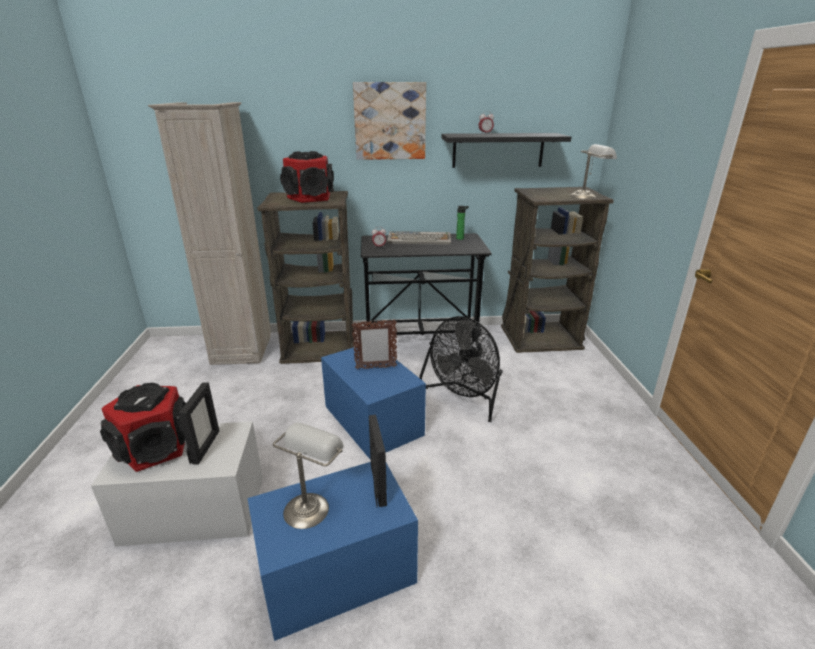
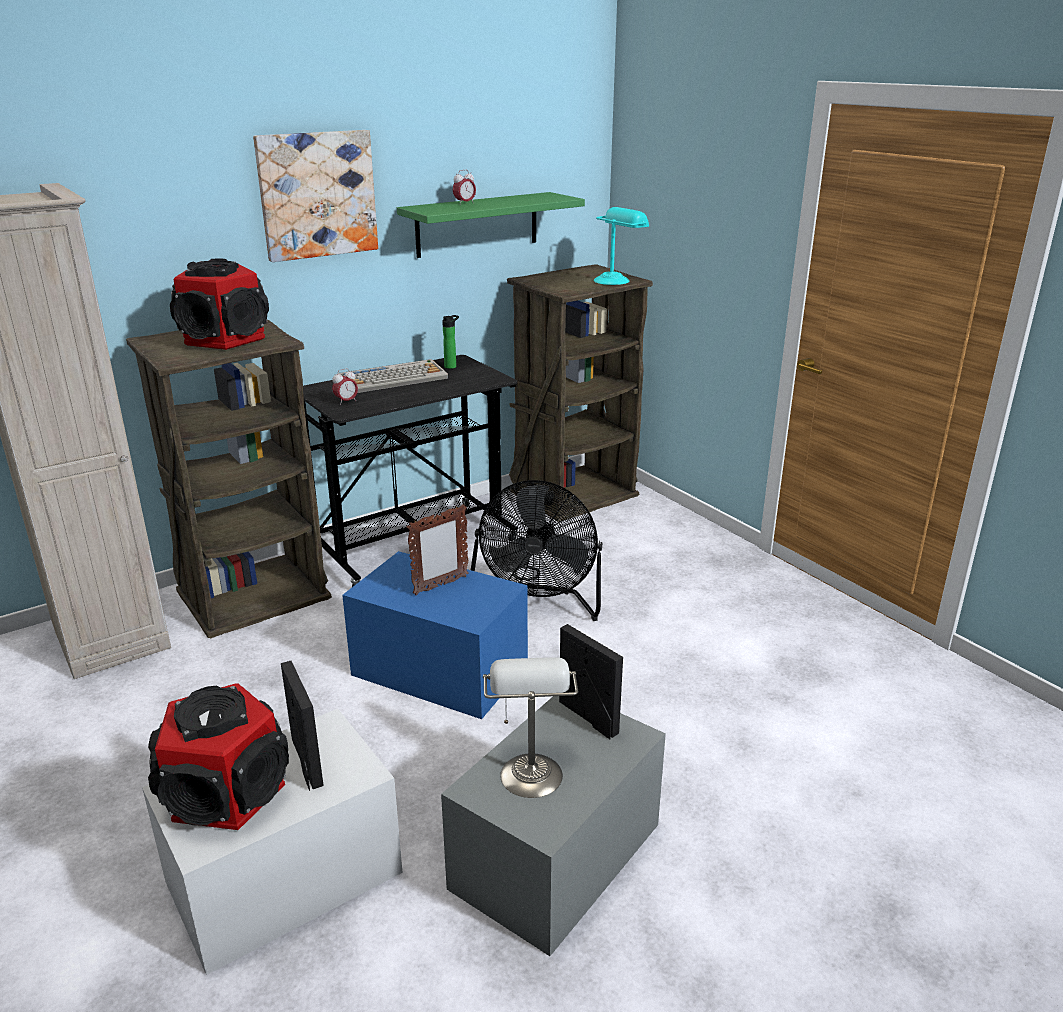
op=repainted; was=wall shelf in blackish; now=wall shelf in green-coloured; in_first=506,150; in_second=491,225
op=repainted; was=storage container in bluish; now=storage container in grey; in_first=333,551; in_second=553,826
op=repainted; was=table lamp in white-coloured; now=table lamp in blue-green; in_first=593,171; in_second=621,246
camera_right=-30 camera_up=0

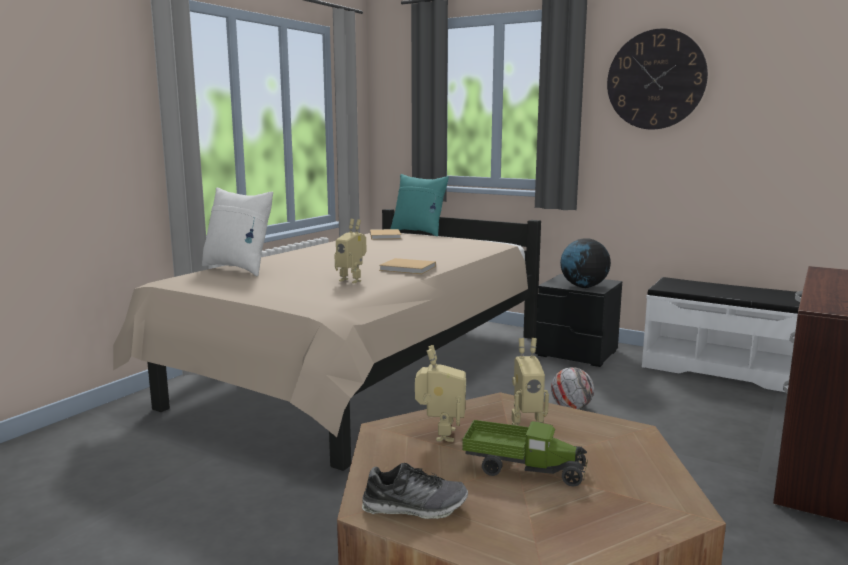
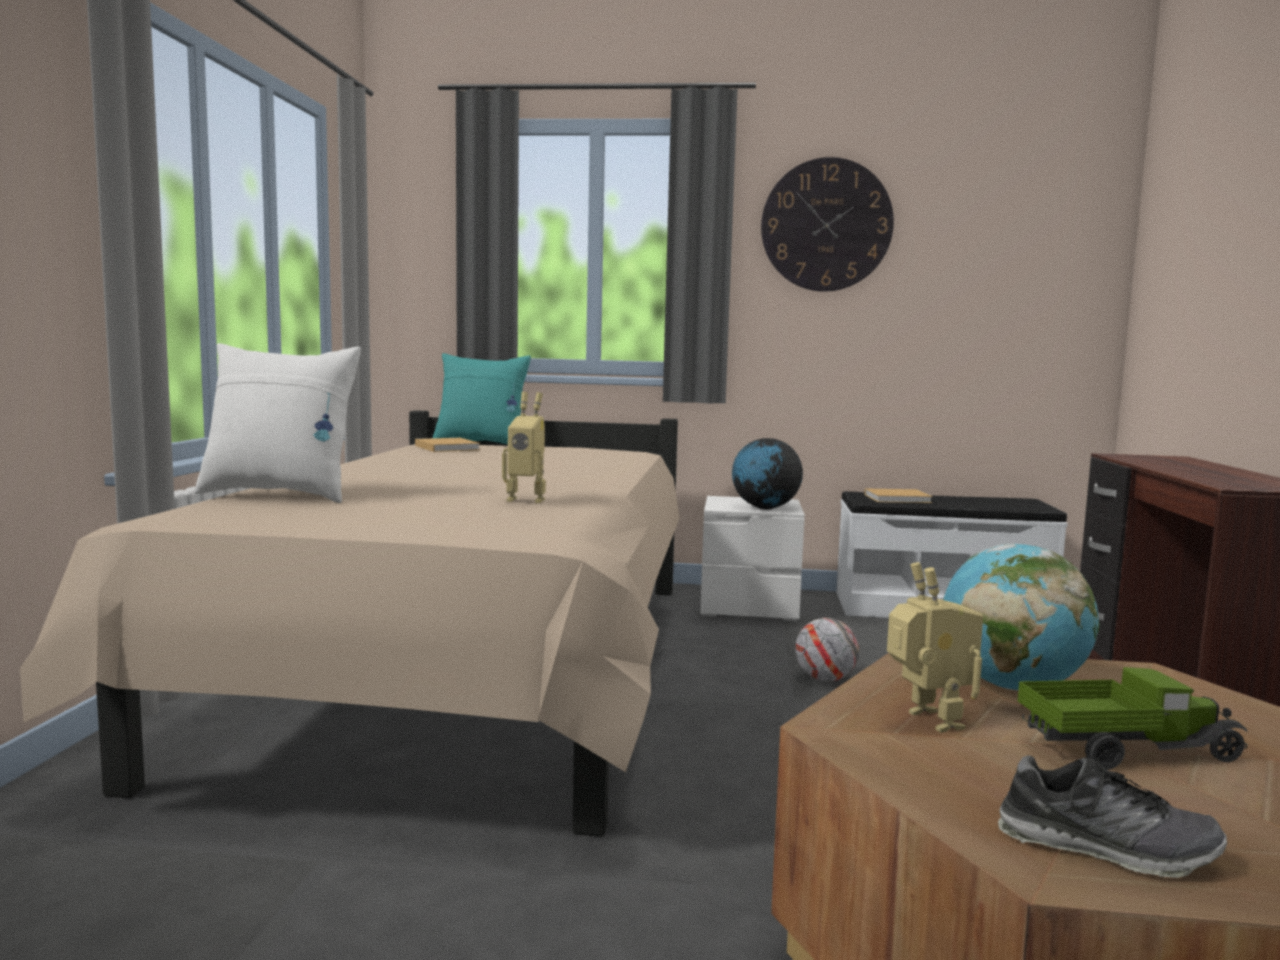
op=repainted; was=nightstand in blackish; now=nightstand in white-coloured; in_first=578,320; in_second=752,558
op=shifted; was=book in beige; in_first=407,266; in_second=898,496
op=swapped; was=toy robot; now=desk globe; in_first=530,382; in_second=1021,617
op=rotated; was=item of footwear; in_first=415,491; in_second=1112,817; clockwise=45
camera_right=-25 camera_up=-5

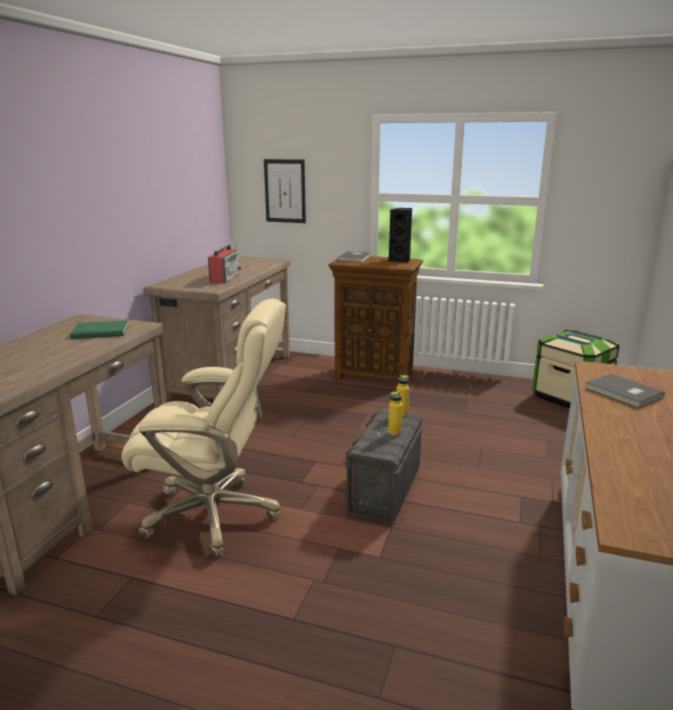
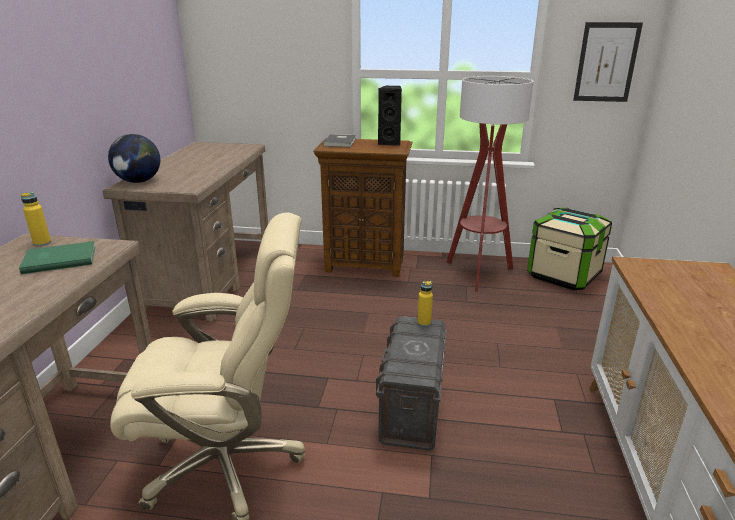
op=shifted; was=bottle in yellowish; in_first=395,413; in_second=36,219
op=new; now=desk globe; in_second=134,158
op=new; now=standing lamp; in_second=490,183
op=shifted; was=wall picture; in_first=285,191; in_second=608,62
op=gone; was=radio receiver; in_first=224,263
op=gone; was=book in grey; in_first=625,390
camera_right=-10 camera_up=5

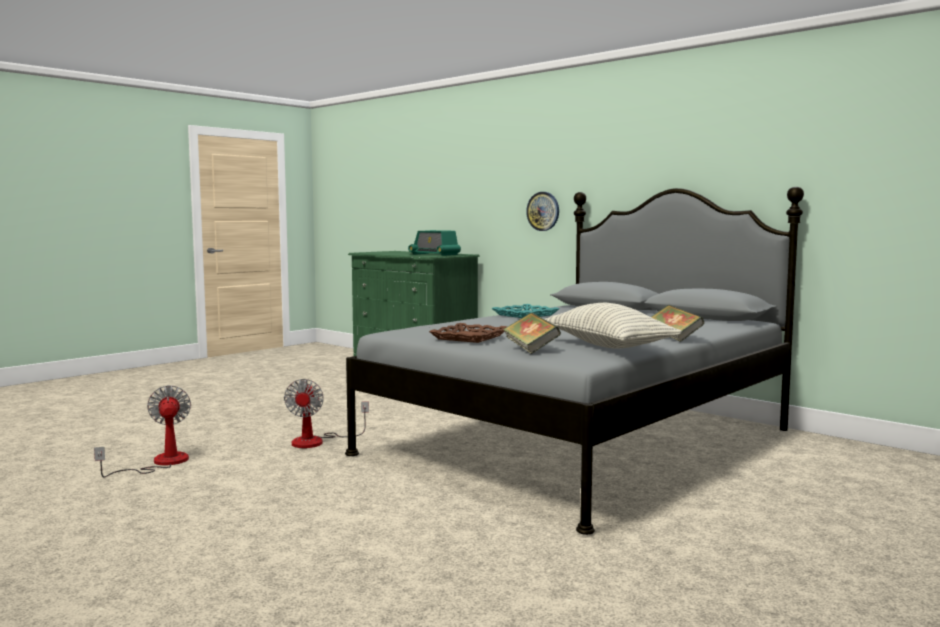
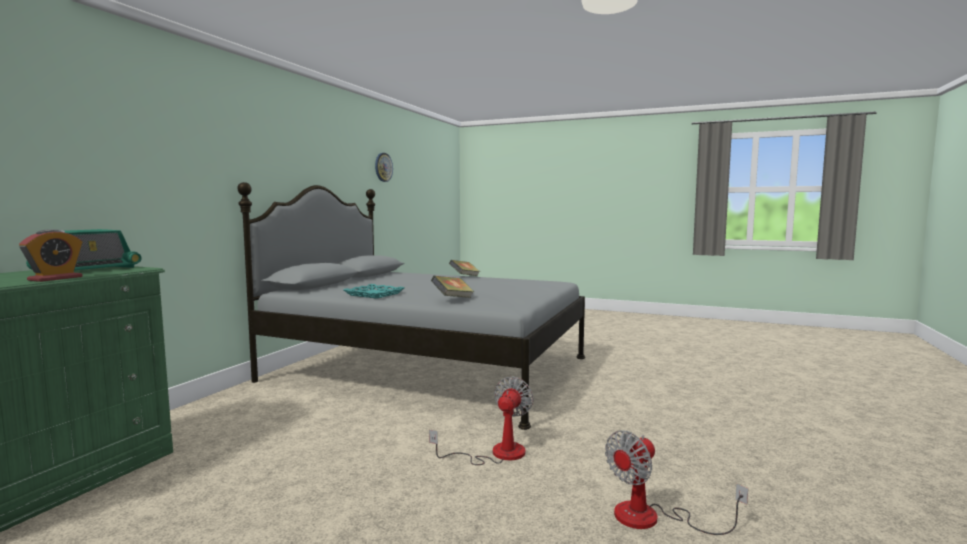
op=new; now=bedside clock; in_second=51,255
op=shifted; was=clock on the wall; in_first=542,211; in_second=384,167
op=rotated; was=cooling fan; in_first=326,413; in_second=481,421; clockwise=-45
op=shifted; was=book; in_first=532,333; in_second=452,287
op=gone; was=serving tray in brownish; in_first=468,333
op=gone; was=cushion; in_first=613,325
camera_right=-110 camera_up=0

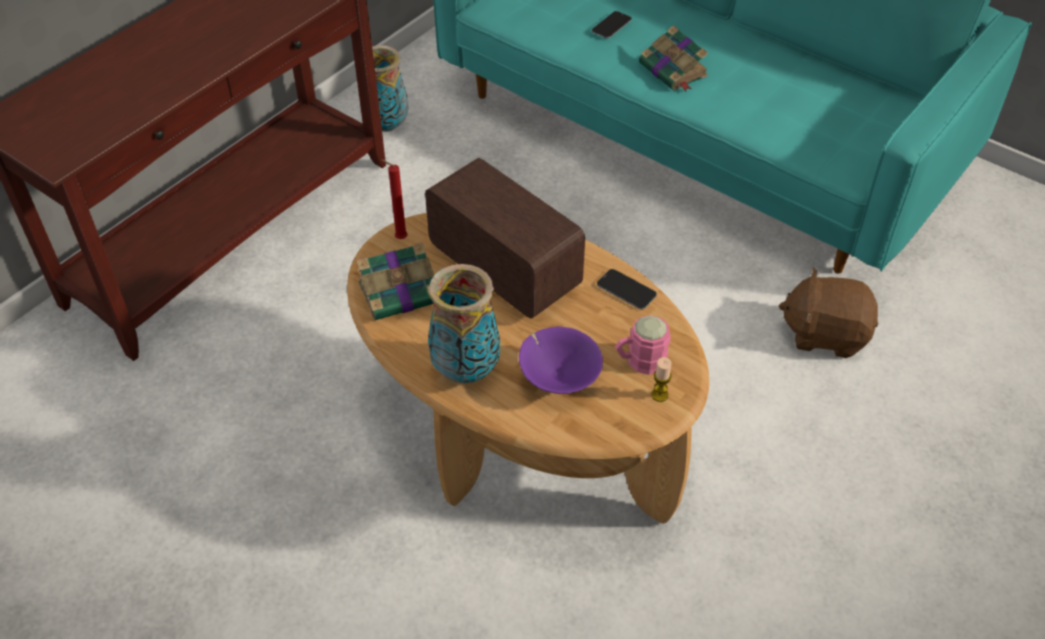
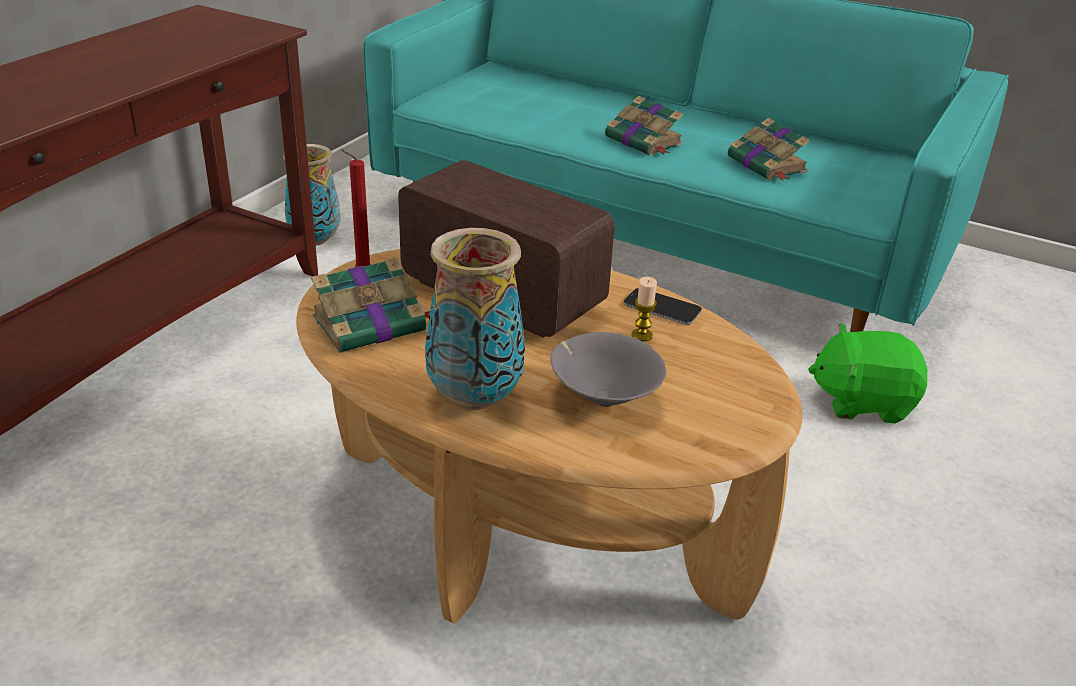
op=repainted; was=bowl in purple-coloured; now=bowl in grey; in_first=561,360; in_second=608,369
op=shifted; was=wax light; in_first=661,379; in_second=644,309
op=new; now=book; in_second=769,149
op=repainted; was=plush toy in brownish; now=plush toy in green-coloured; in_first=828,312; in_second=867,373
op=gone; was=handset; in_first=612,24
op=gone; was=mug in pink; in_first=643,345
camera_right=-10 camera_up=-15

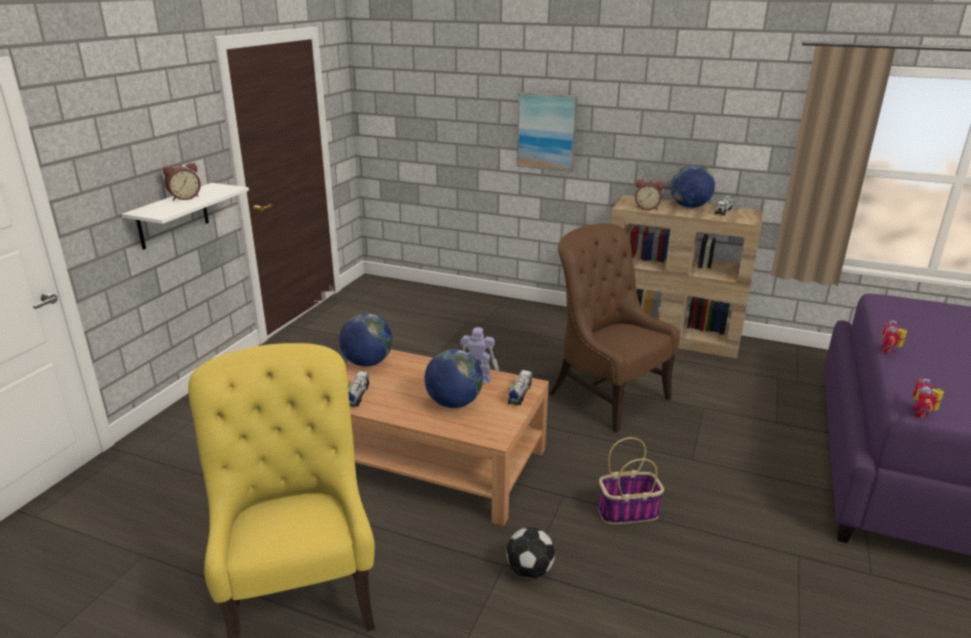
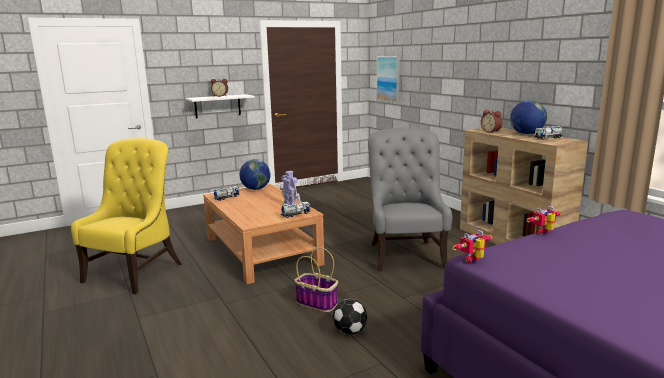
op=shifted; was=football; in_first=530,552; in_second=350,316
op=repainted; was=upright chair in brownish; now=upright chair in grey; in_first=614,328; in_second=410,200
op=shifted; was=wall picture; in_first=547,132; in_second=388,79
op=gone; was=desk globe; in_first=453,378
camera_right=40 camera_up=-10

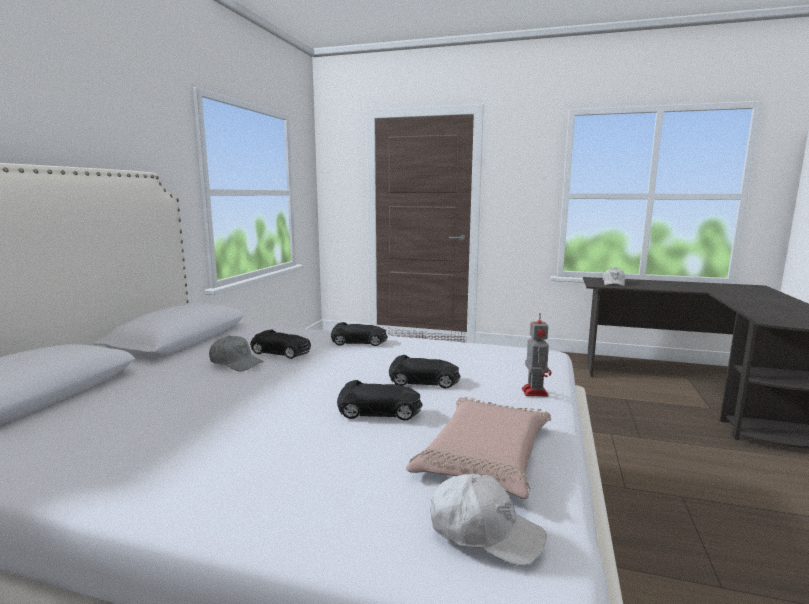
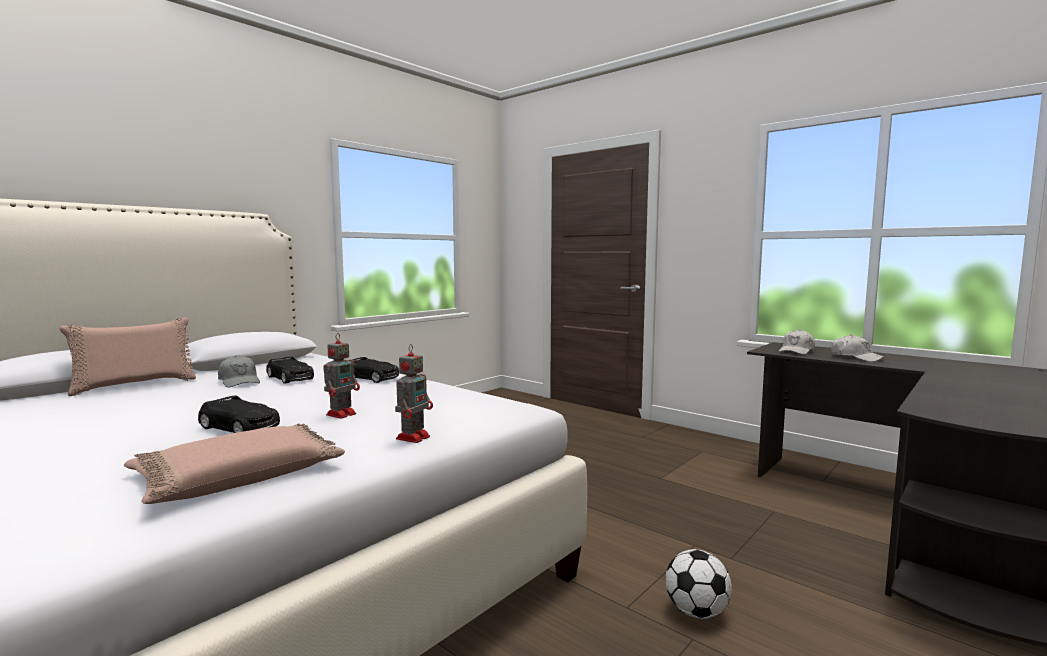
op=new; now=cushion in beige; in_second=127,357
op=swapped; was=toy car in blackish; now=toy robot; in_first=425,371; in_second=341,376
op=new; now=football; in_second=699,584
op=shifted; was=baseball cap in white-coloured; in_first=488,520; in_second=857,348
camera_right=25 camera_up=-5

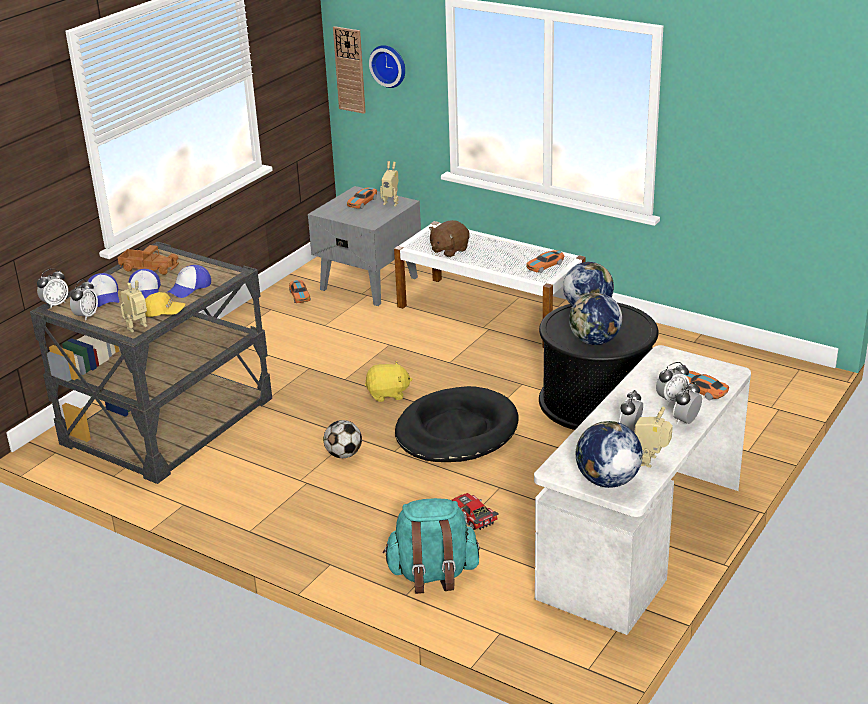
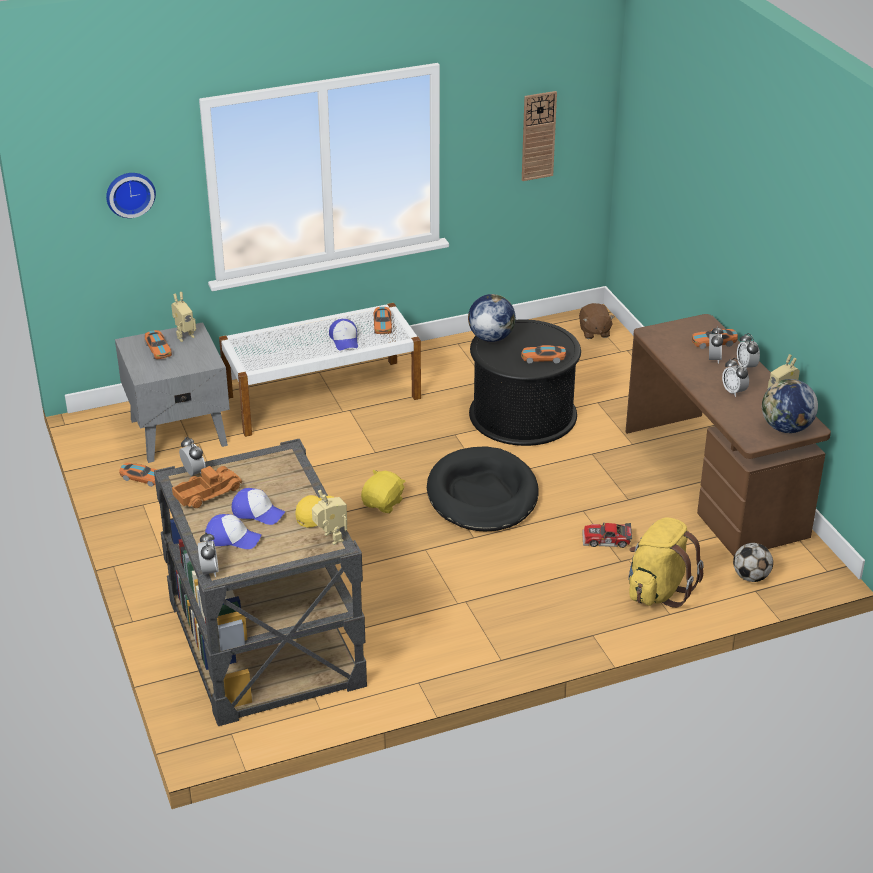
op=shifted; was=bedside clock; in_first=84,299; in_second=192,456
op=rotated; was=toy robot; in_first=133,306; in_second=329,517; clockwise=150
op=shifted; was=baseball cap; in_first=189,281; in_second=343,335
op=swapped; was=desk globe; now=toy car; in_first=595,319; in_second=543,354
op=shifted; was=clock on the wall; in_first=349,70; in_second=539,136
op=shifted; was=plush toy in brownish; in_first=449,238; in_second=597,321
op=repainted; was=desk table in white-coloured; now=desk table in brownish; in_first=642,490; in_second=728,435
op=repainted; was=backpack in blue-green; now=backpack in yellowish; in_first=431,546; in_second=665,563
op=shifted; was=football; in_first=342,439; in_second=753,562
camera_right=-55 camera_up=5

